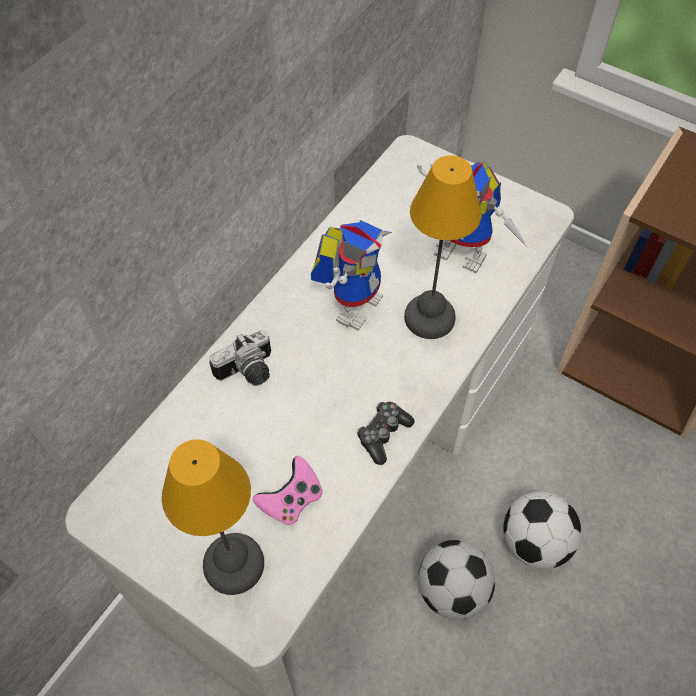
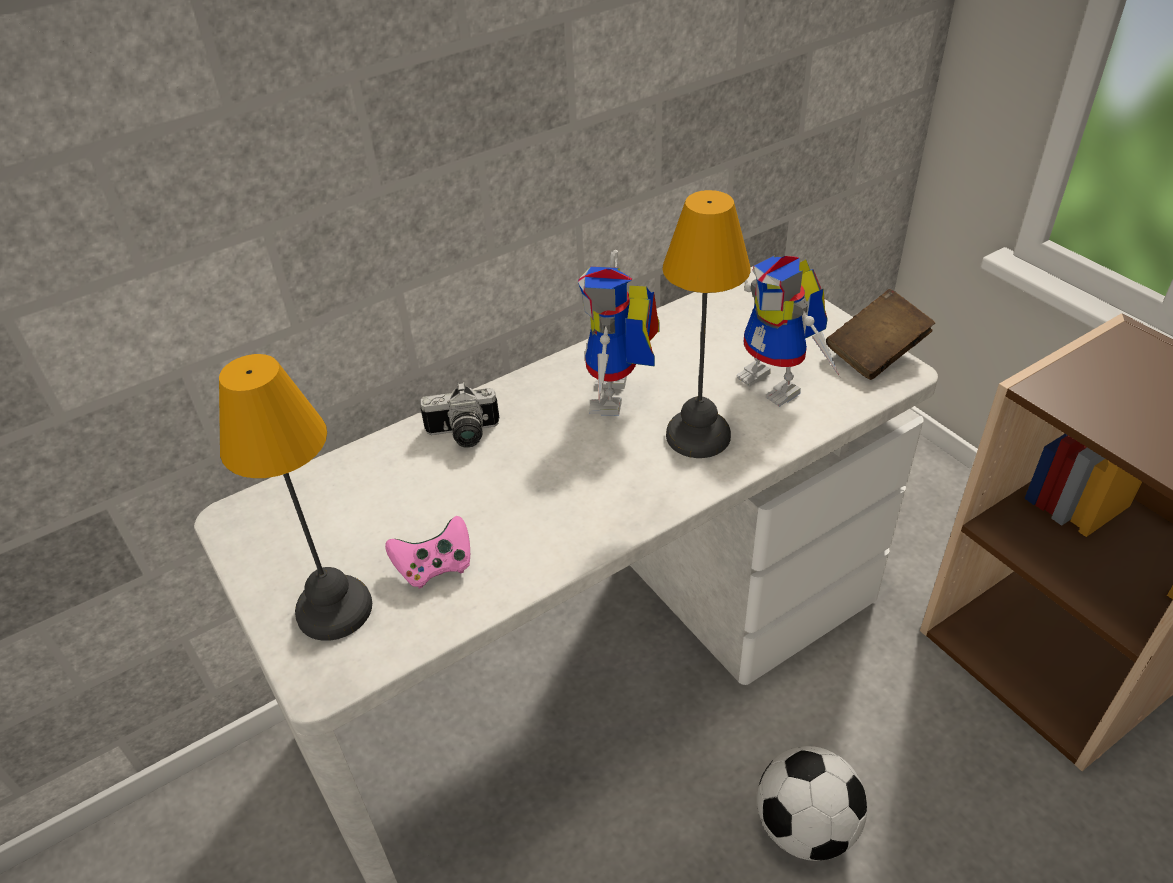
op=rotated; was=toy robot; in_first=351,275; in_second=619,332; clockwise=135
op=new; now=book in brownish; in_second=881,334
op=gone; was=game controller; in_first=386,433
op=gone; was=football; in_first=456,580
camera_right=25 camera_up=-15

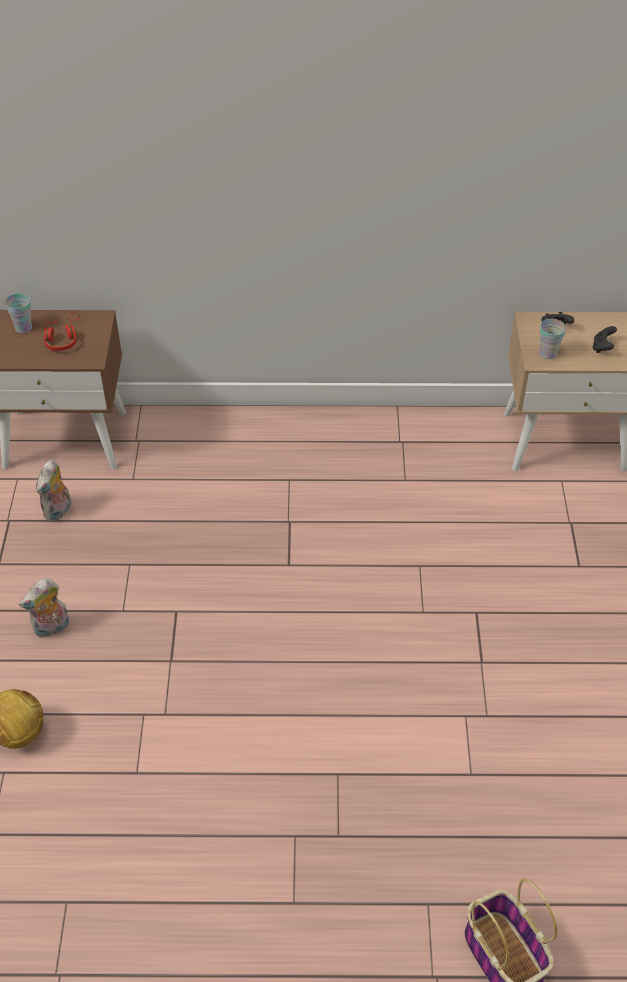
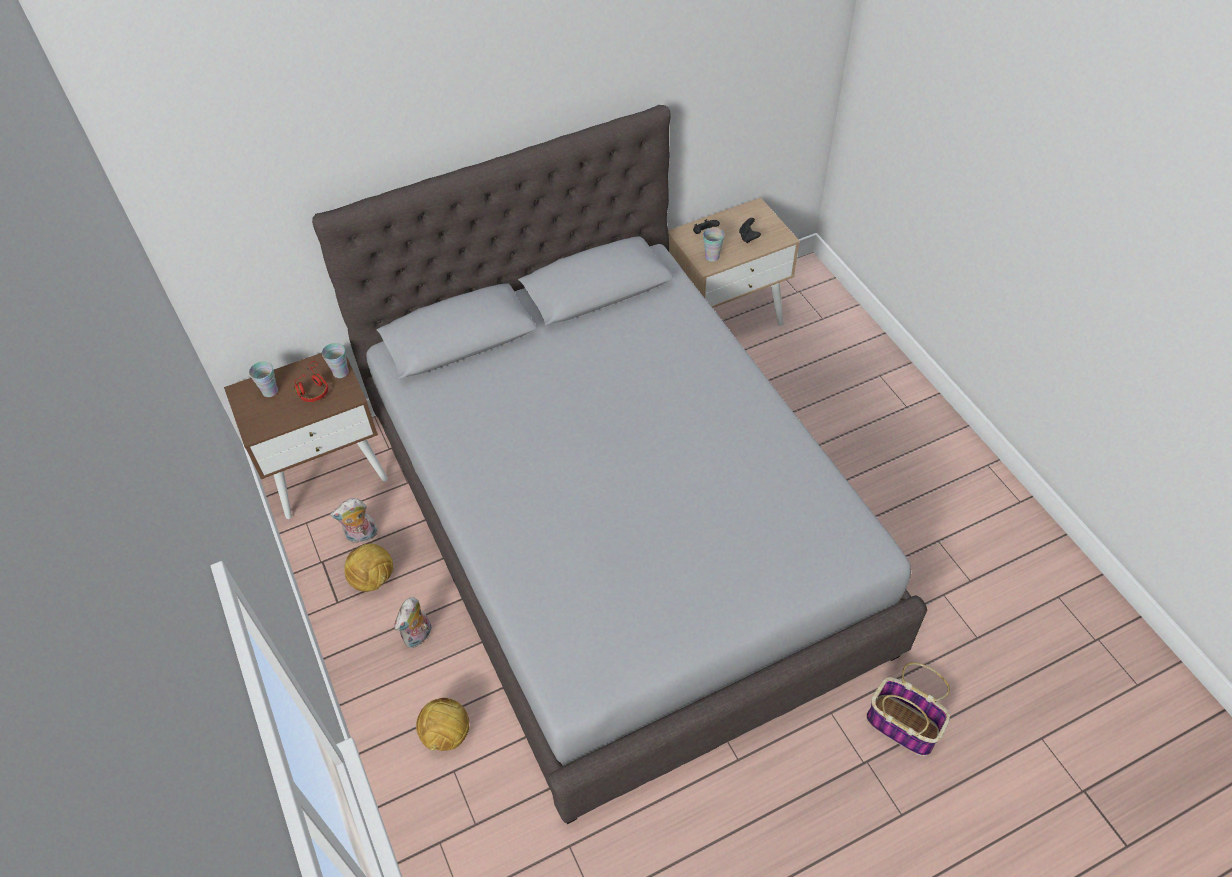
op=new; now=bedroom bed in grey; in_second=619,464
op=new; now=drinking cup; in_second=335,360
op=rotated; was=plush toy; in_first=53,491; in_second=354,521; clockwise=75
op=new; now=football; in_second=368,568
camera_right=-25 camera_up=5

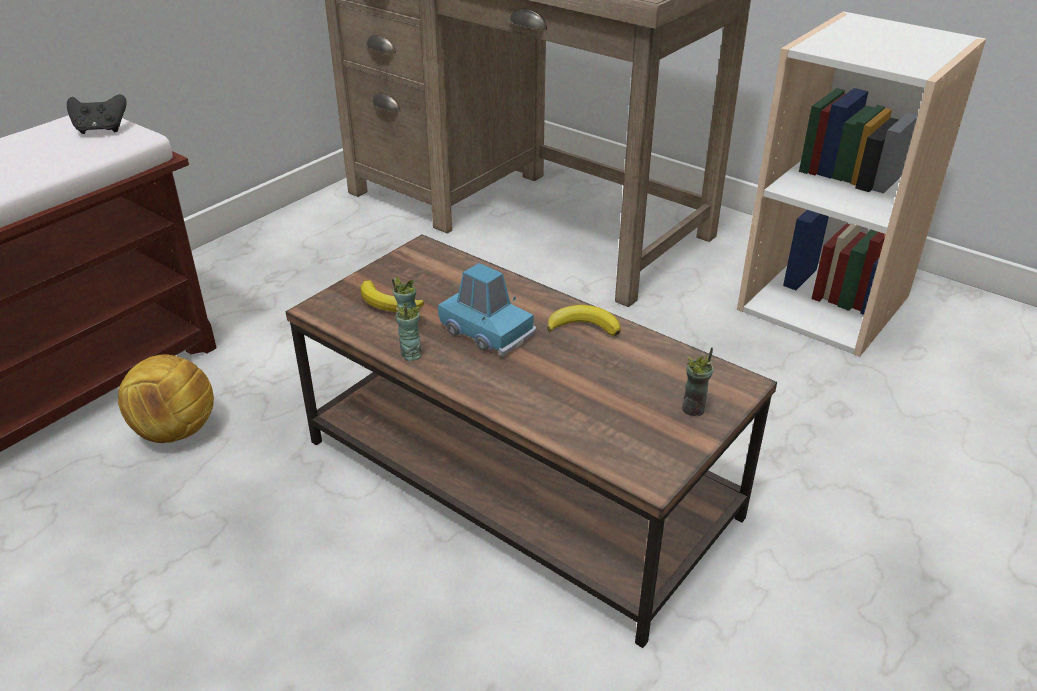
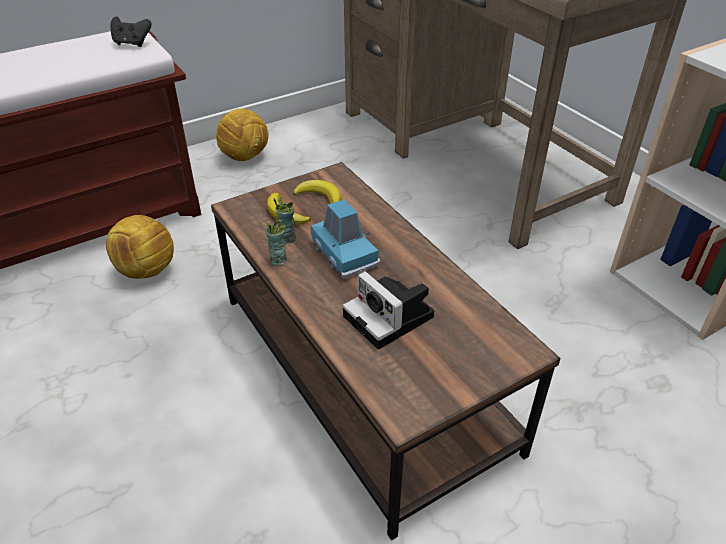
op=new; now=football; in_second=242,135
op=shifted; was=banana fruit; in_first=584,320; in_second=317,192
op=new; now=photo camera; in_second=388,310
op=gone; was=drinking cup; in_first=697,381
camera_right=20 camera_up=5

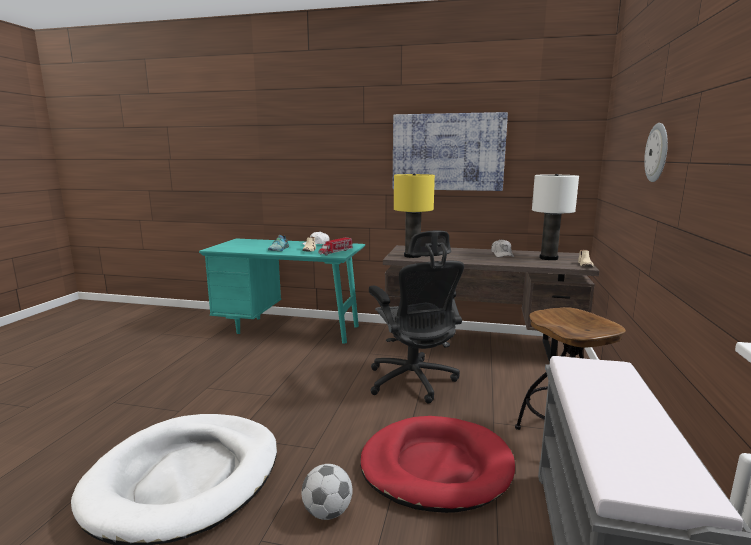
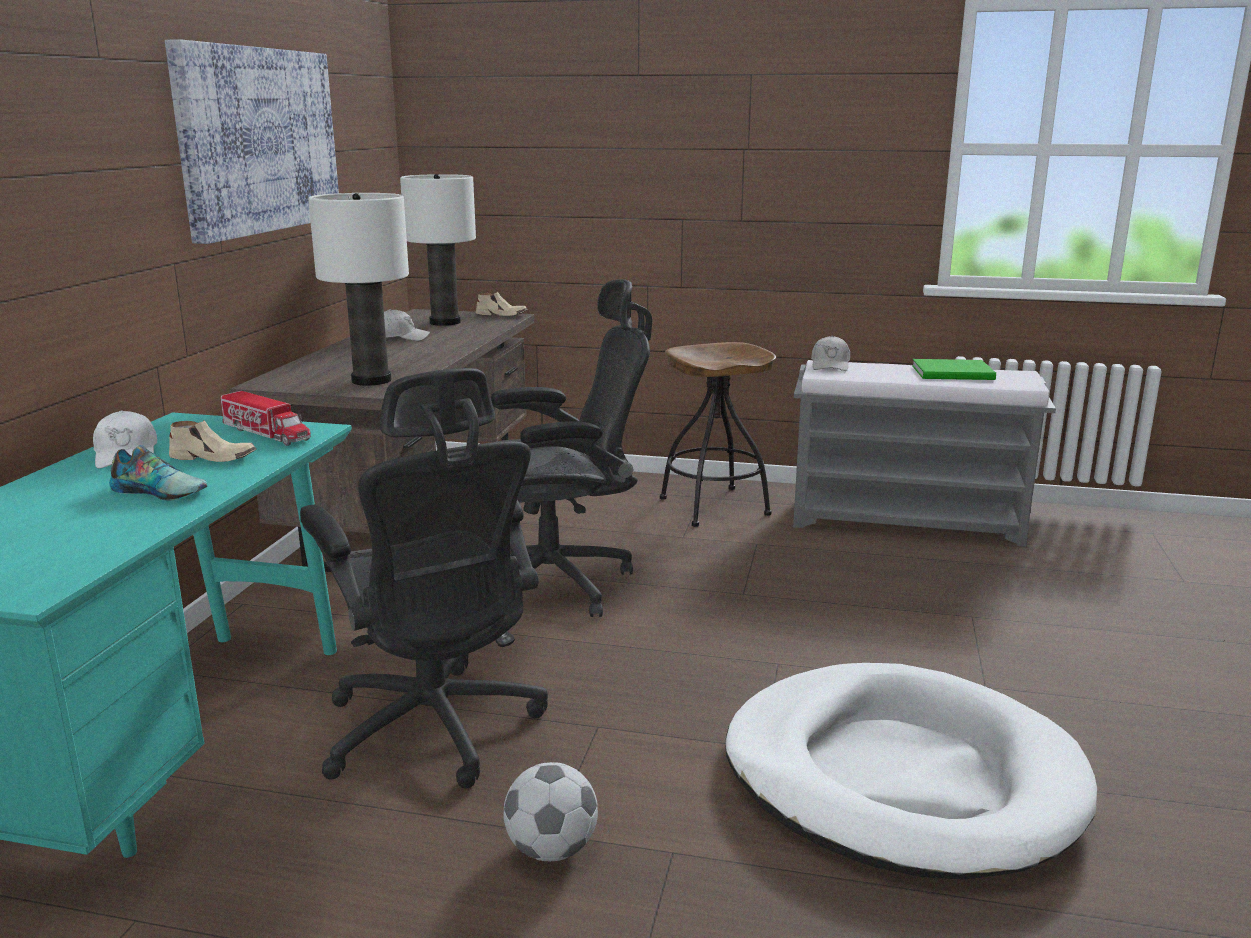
op=new; now=computer chair; in_second=424,578
op=repainted; was=table lamp in yellowish; now=table lamp in white-coloured; in_first=414,216; in_second=358,289
op=shifted; was=football; in_first=327,492; in_second=550,811
op=new; now=baseball cap in white-coloured; in_second=830,353
op=new; now=book in green-coloured; in_second=954,369
op=gone; was=pet bed in reddish; in_first=437,464
op=gone; was=clock on the wall; in_first=656,152
camera_right=-90 camera_up=5

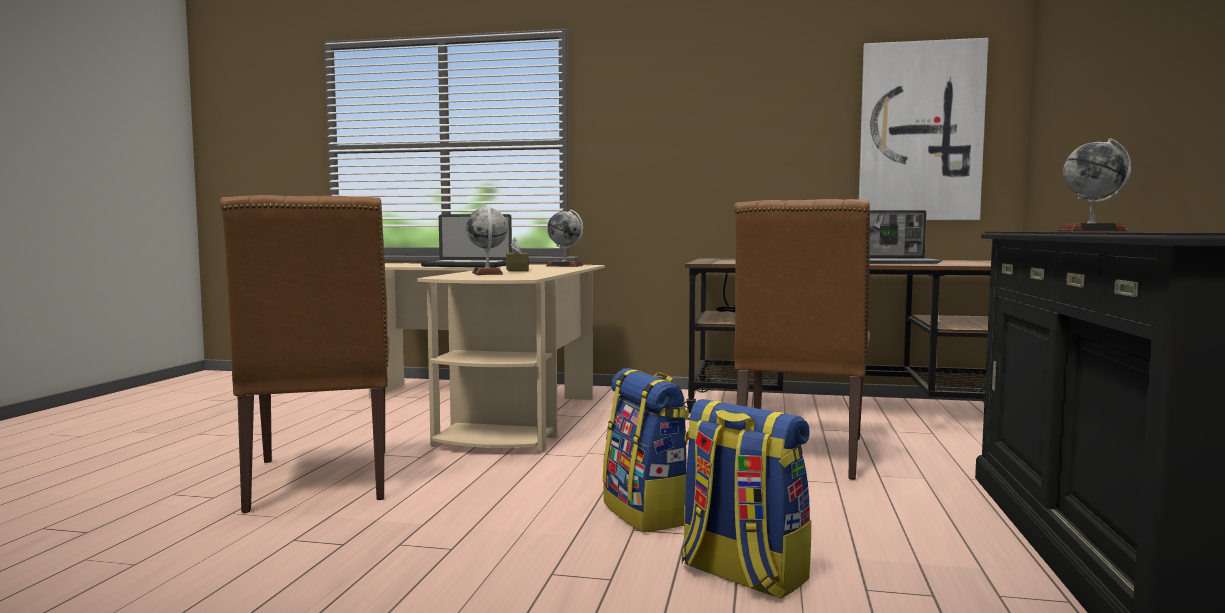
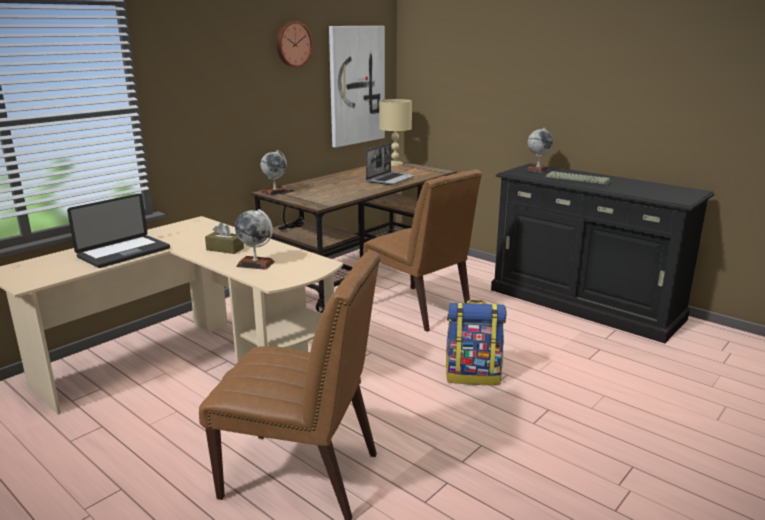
op=shifted; was=desk globe; in_first=564,238; in_second=275,173
op=new; now=clock on the wall; in_second=294,44
op=new; now=table lamp in beige; in_second=395,132
op=new; now=keyboard; in_second=578,179
op=gone; was=backpack; in_first=746,499
camera_right=-60 camera_up=15

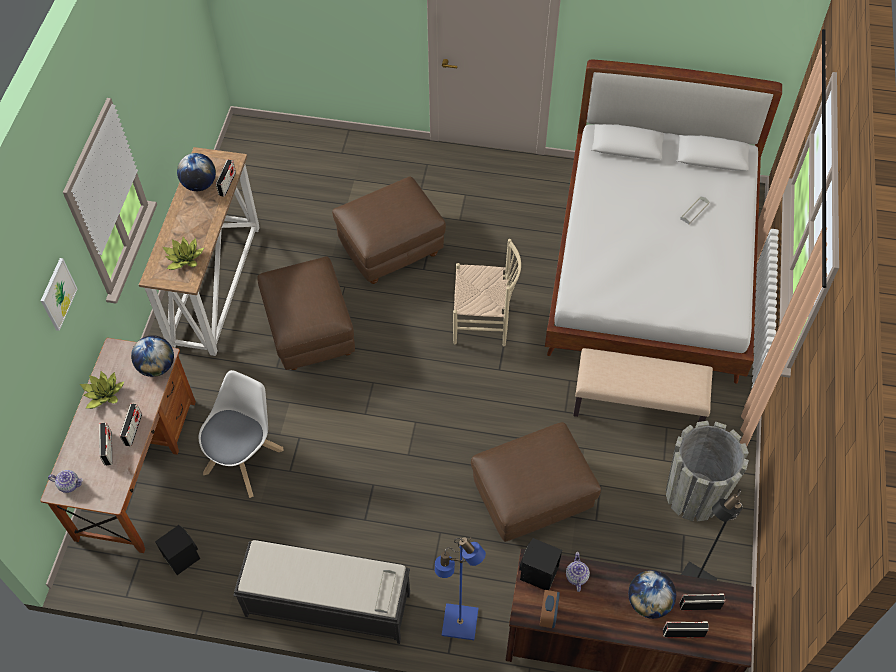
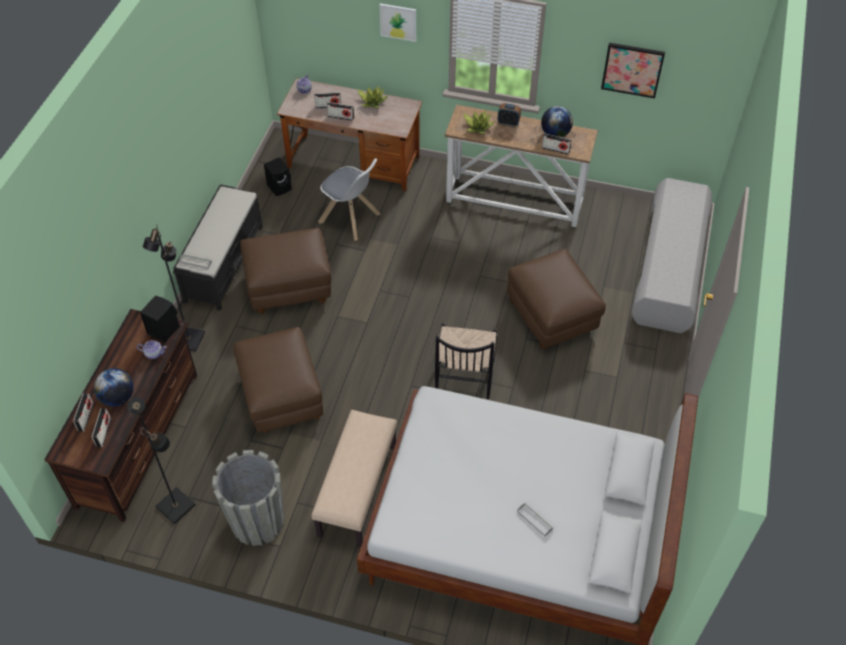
op=repainted; was=standing lamp in bluish; now=standing lamp in blackish; in_first=460,588; in_second=174,288
op=shifted; was=footrest in brownish; in_first=306,313; in_second=285,271
op=repainted; was=upright chair in beige; now=upright chair in blackish; in_first=487,292; in_second=466,361
op=shifted; was=bedside clock; in_first=550,609; in_second=509,115
op=new; now=wall picture; in_second=633,70
op=new; now=long seat in grey; in_second=672,255
op=gone; was=desk globe; in_first=152,356
camera_right=95 camera_up=-5

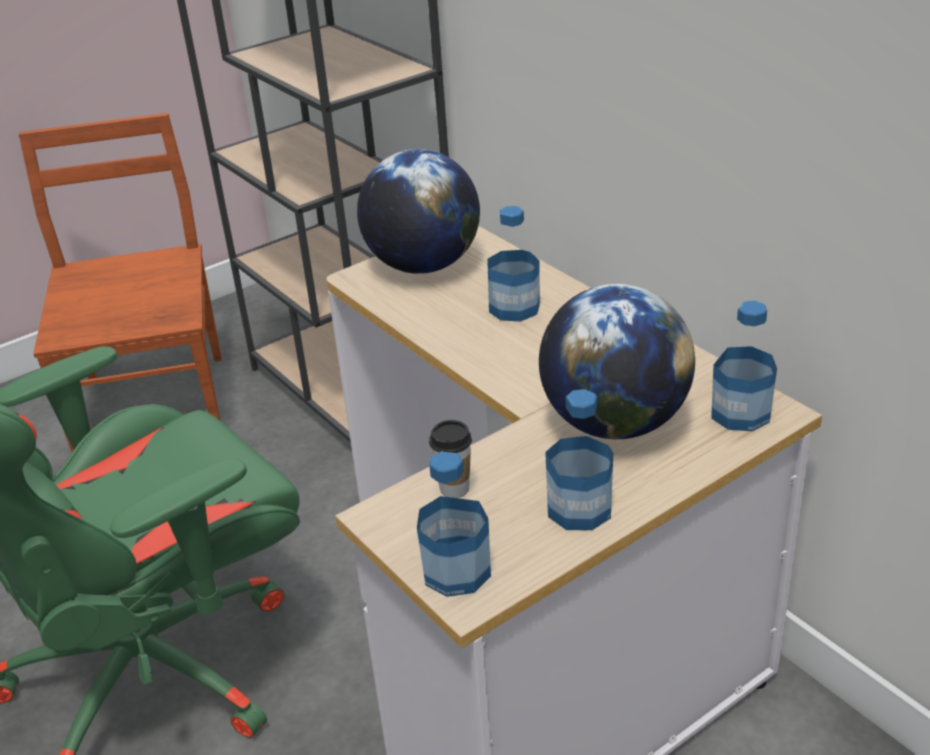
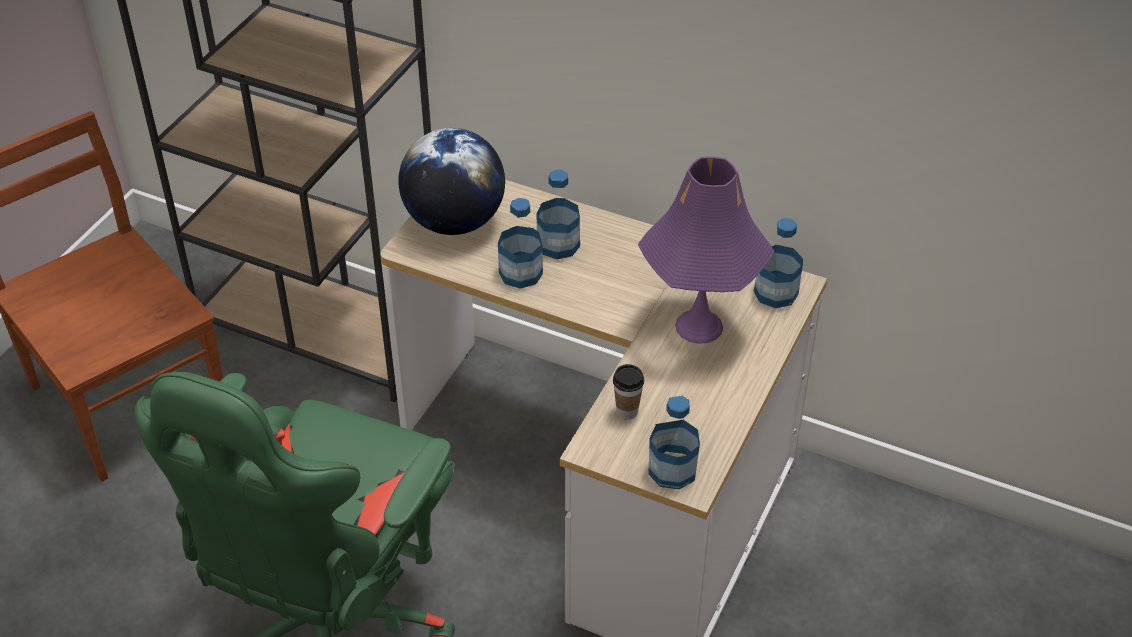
op=shifted; was=bottle; in_first=579,459; in_second=520,243
op=swapped; was=desk globe; now=table lamp in purple-coloured; in_first=617,361; in_second=706,250
camera_right=-30 camera_up=10

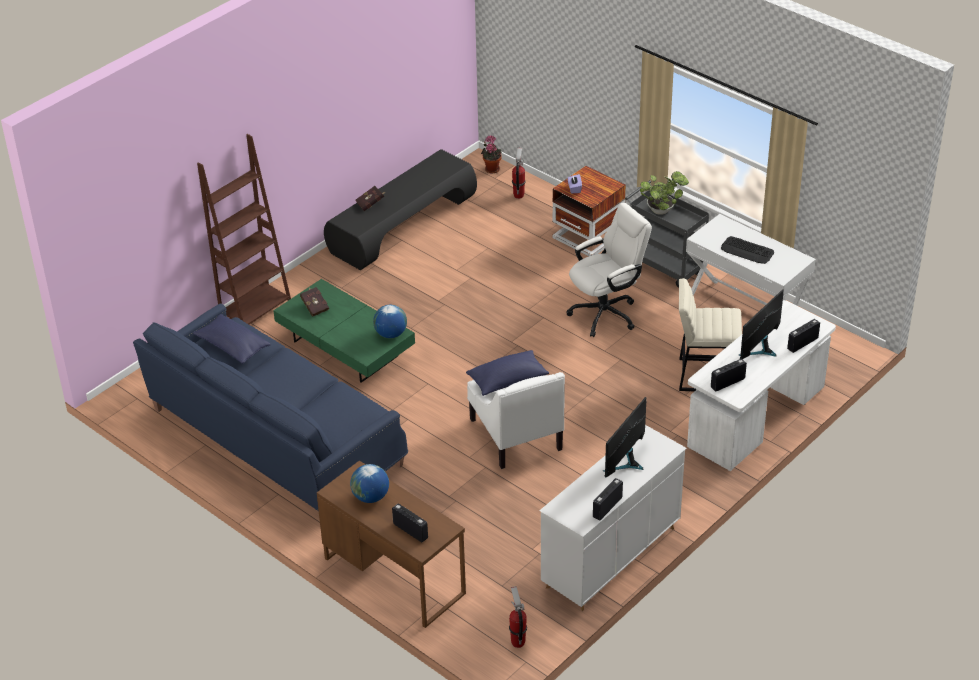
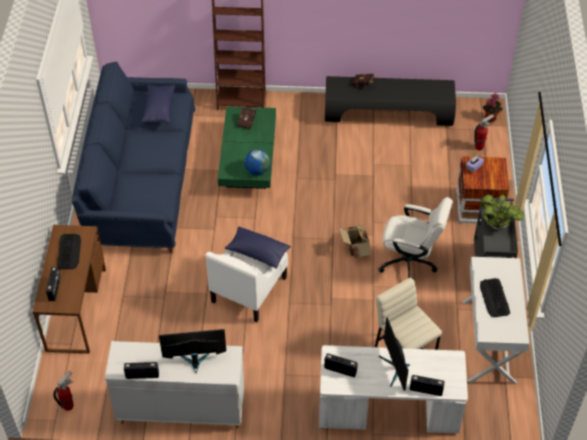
op=swapped; was=desk globe; now=keyboard; in_first=369,483; in_second=69,251
op=new; now=packing box; in_second=355,241
op=rotated; was=computer screen; in_first=761,324; in_second=394,354; clockwise=-105
camera_right=50 camera_up=10

